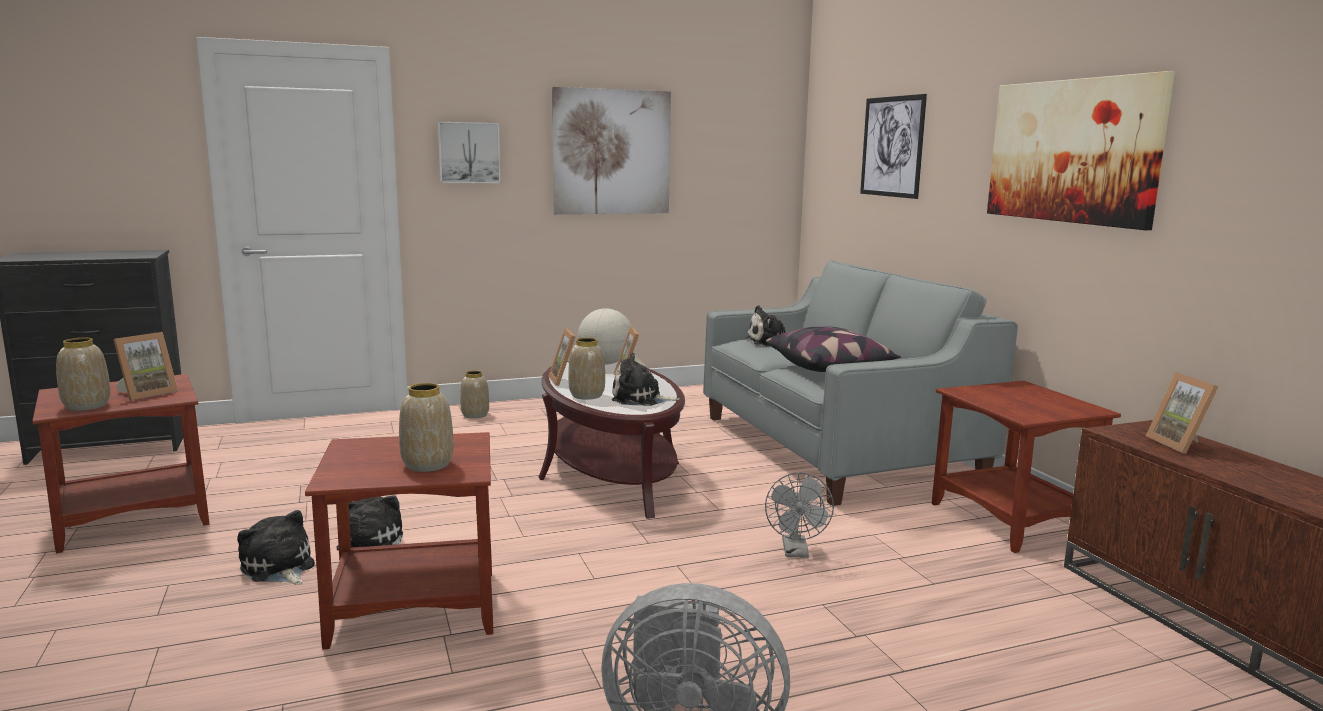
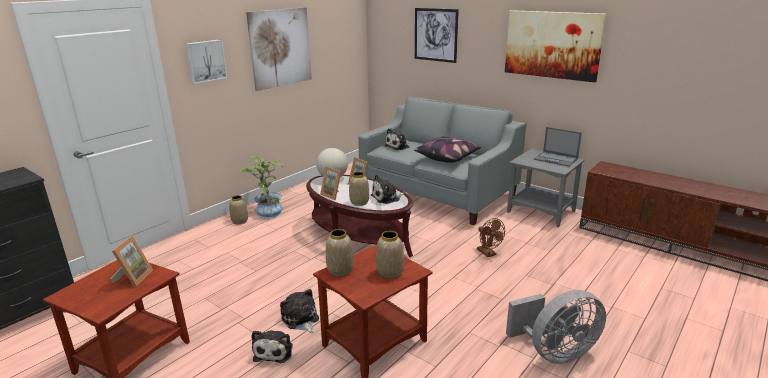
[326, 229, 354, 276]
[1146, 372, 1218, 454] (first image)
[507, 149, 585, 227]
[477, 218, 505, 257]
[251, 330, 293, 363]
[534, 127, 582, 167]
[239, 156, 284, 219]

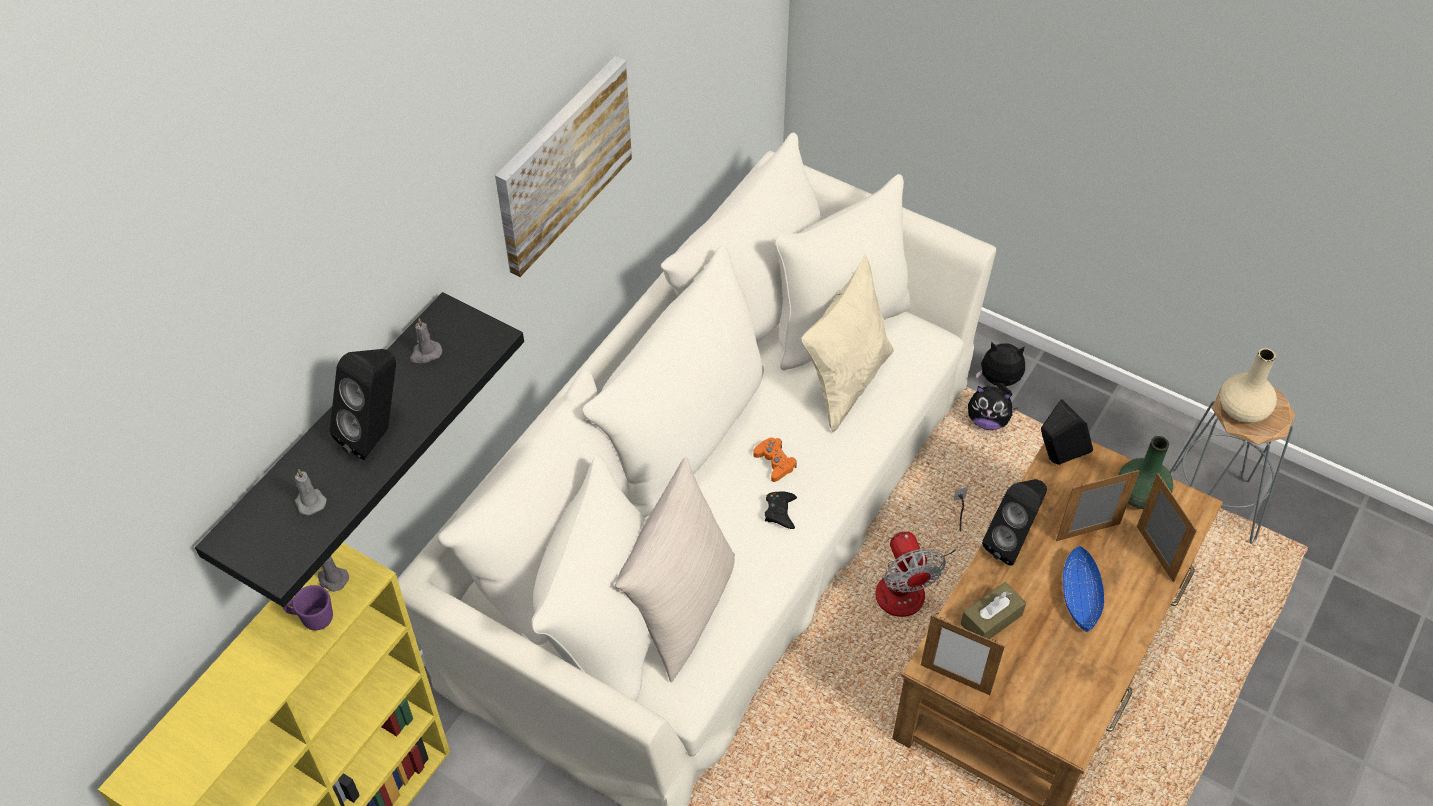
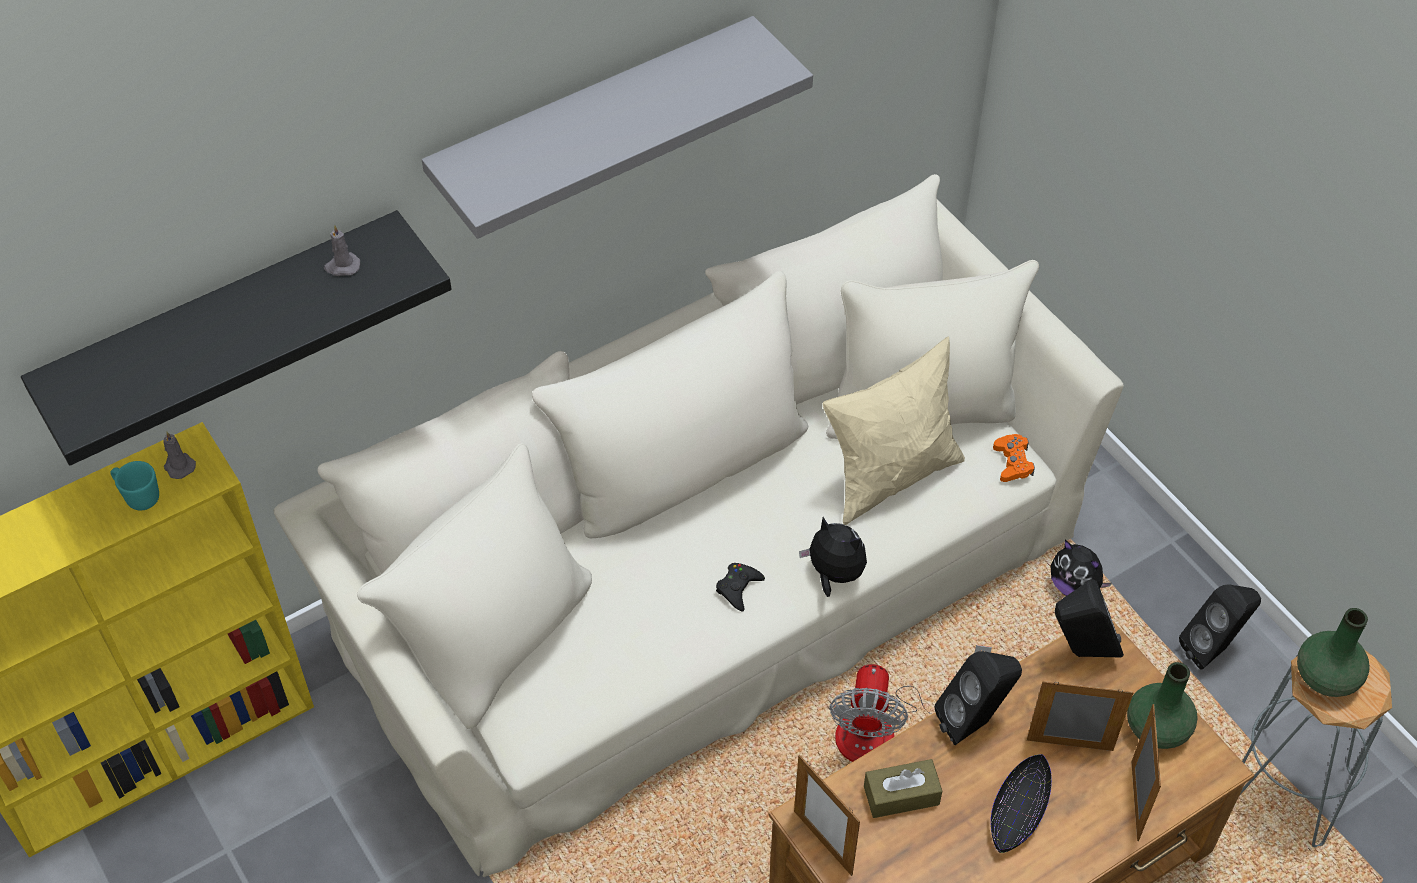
[422, 16, 813, 239]
[799, 517, 867, 597]
[1297, 608, 1370, 697]
[1179, 584, 1261, 670]
[993, 434, 1035, 482]
[615, 458, 735, 682] (first image)
[295, 469, 327, 515] (first image)
[991, 754, 1052, 853]
[110, 461, 159, 510]

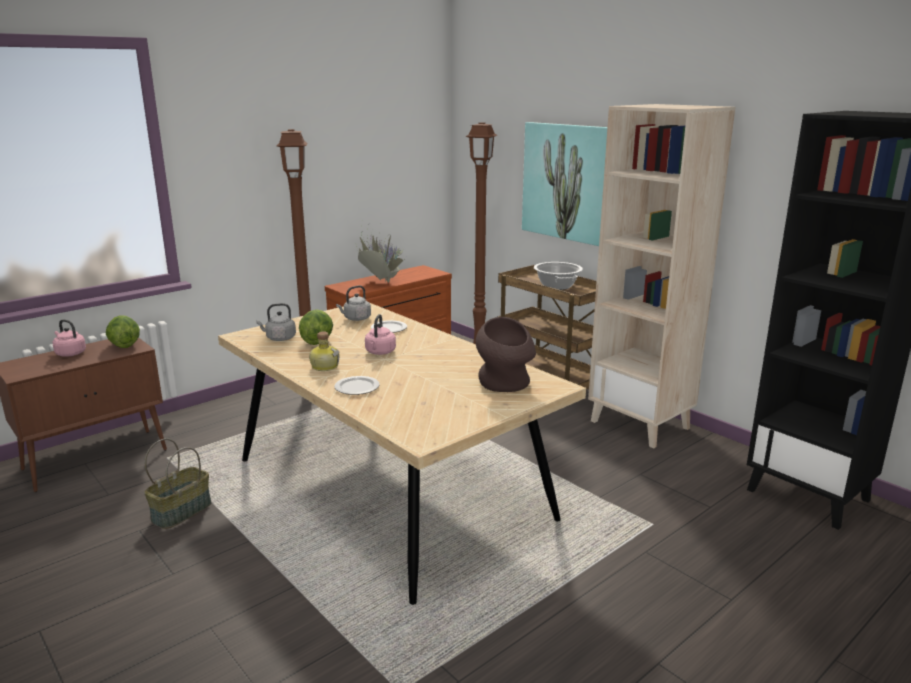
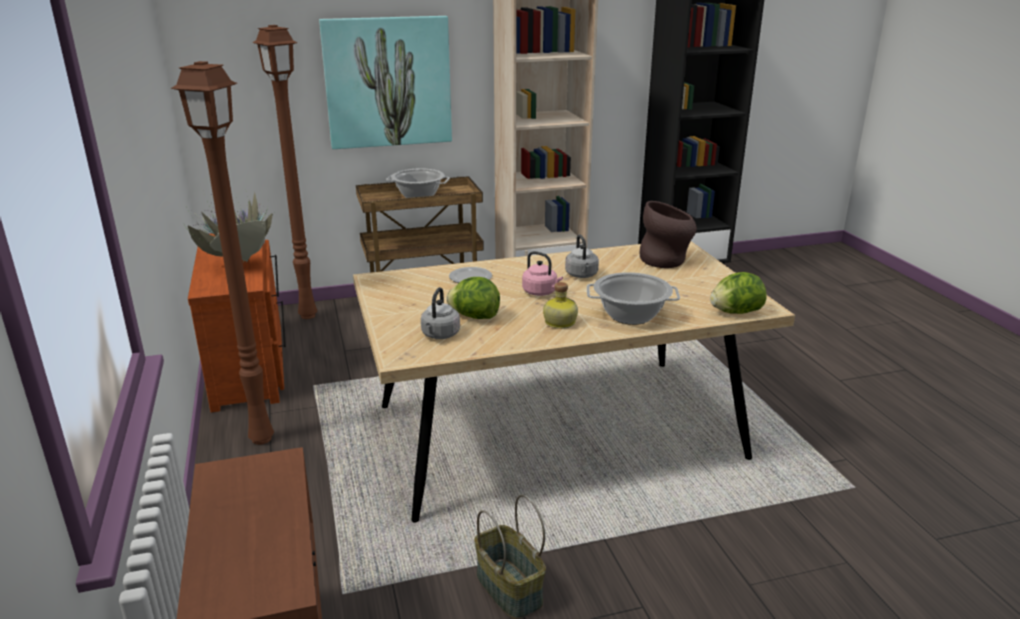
[565, 234, 599, 278]
[710, 272, 767, 314]
[52, 319, 86, 357] (first image)
[587, 272, 680, 325]

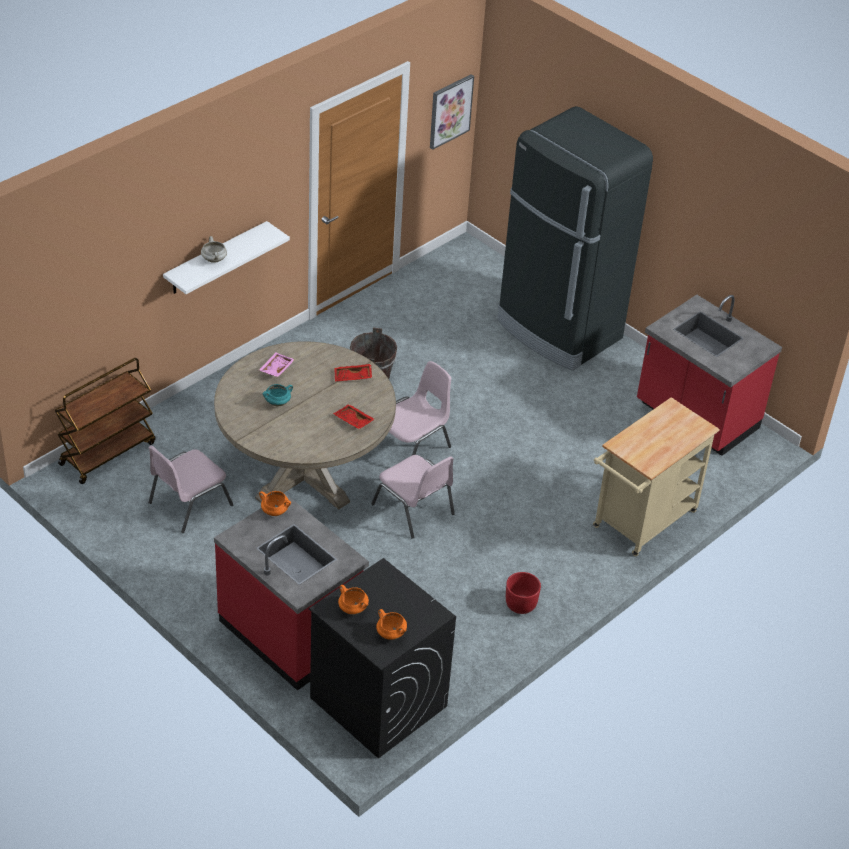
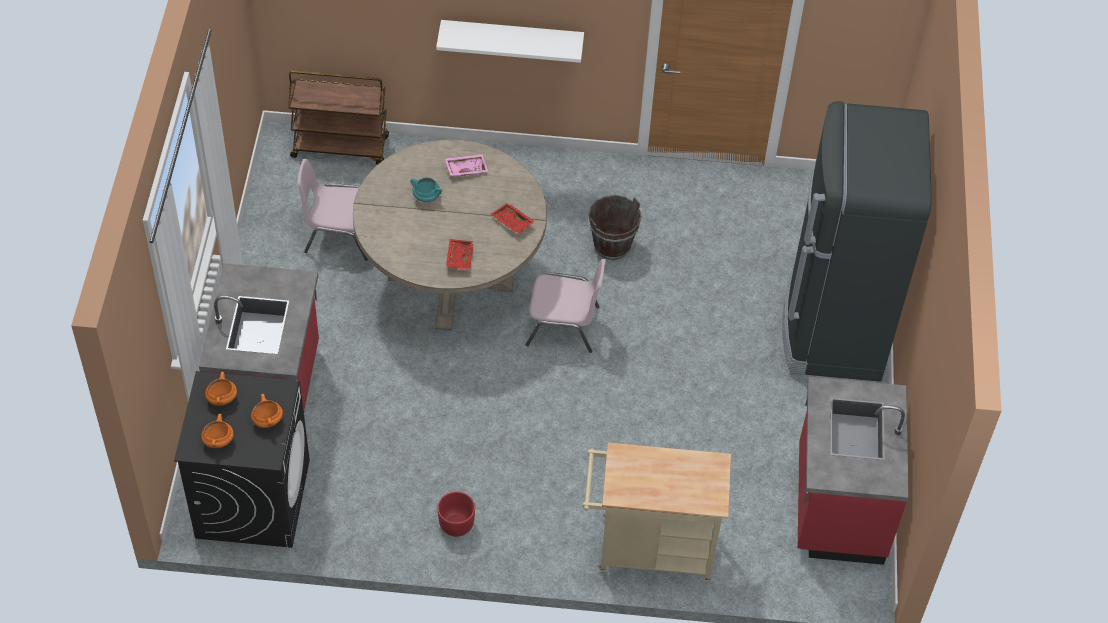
[430, 74, 474, 150] (first image)
[201, 236, 227, 263] (first image)
[371, 455, 455, 539] (first image)
[251, 394, 283, 428]

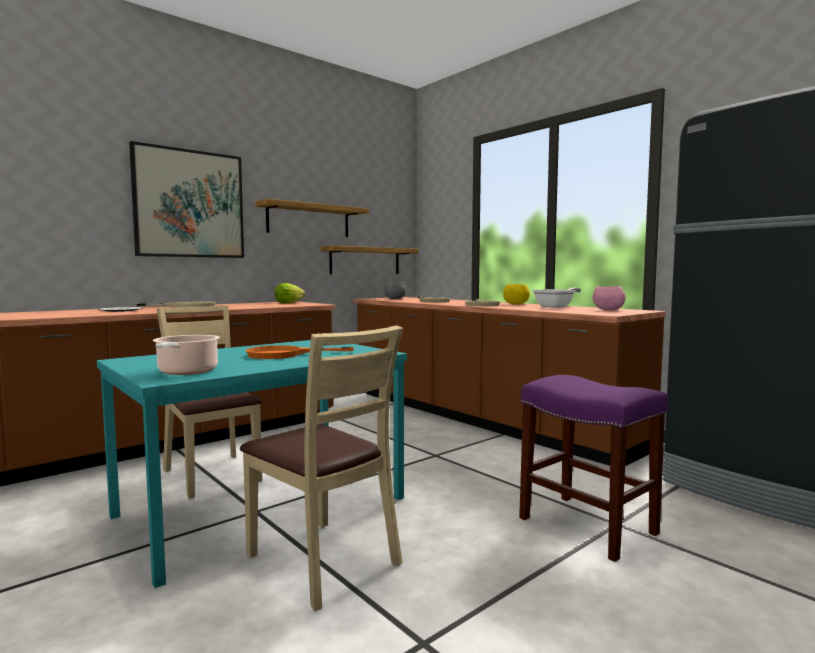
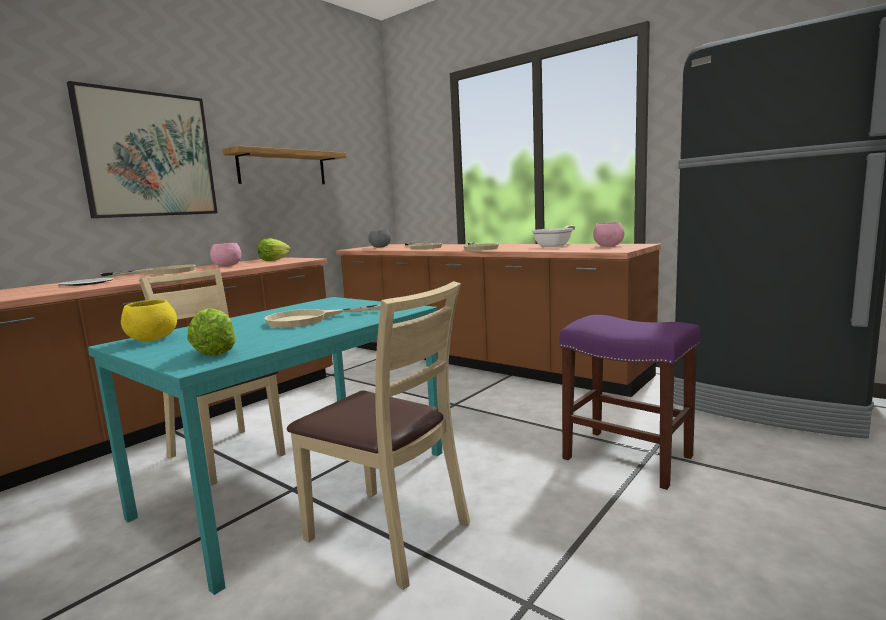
[321, 246, 419, 274] (first image)
[121, 299, 177, 341]
[187, 308, 236, 356]
[264, 305, 381, 328]
[210, 243, 242, 266]

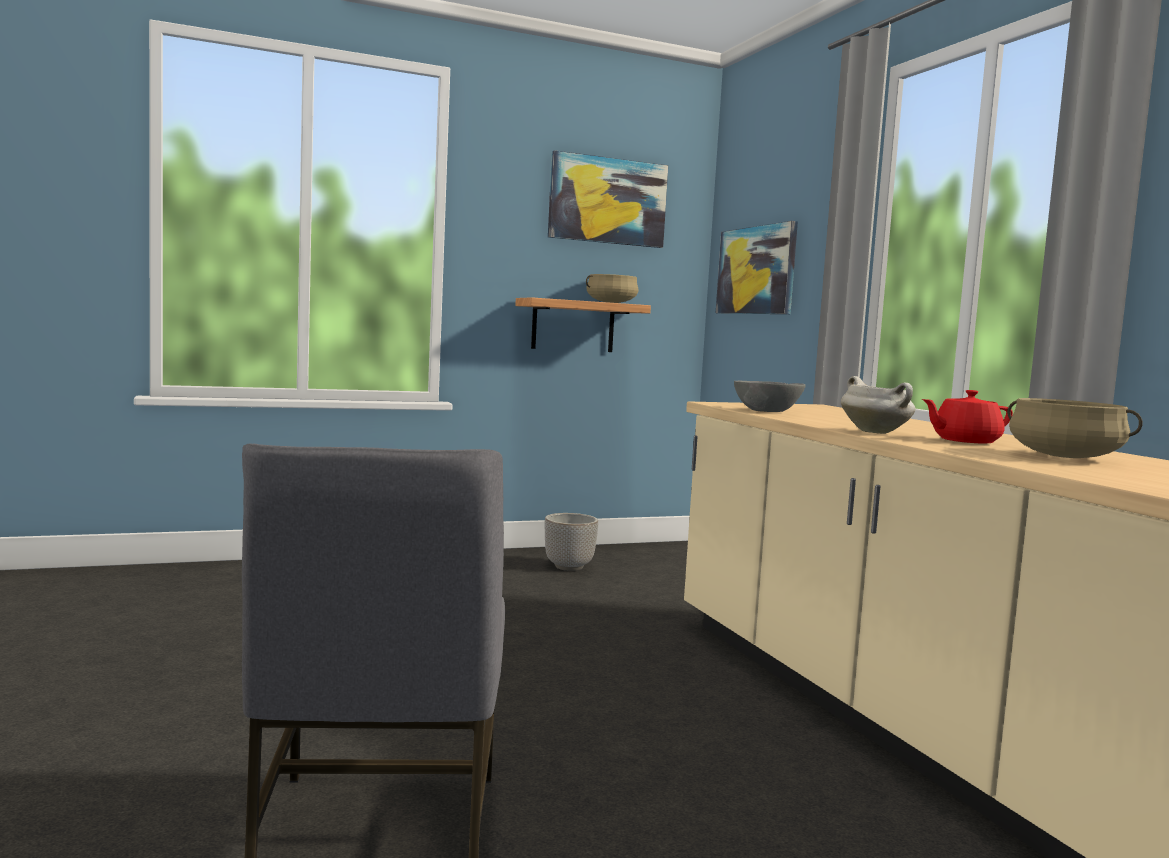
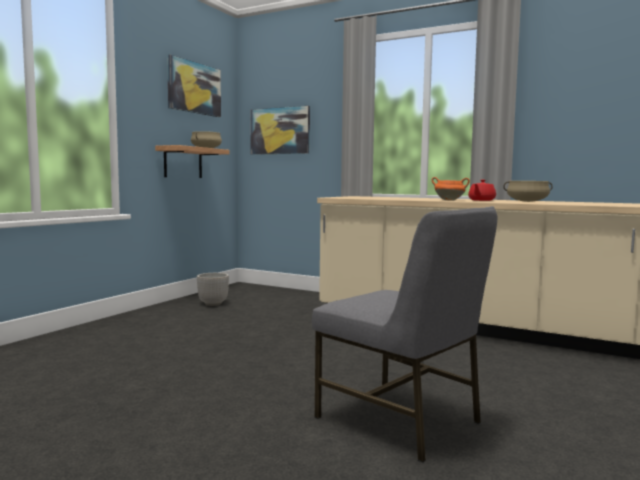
[432, 177, 470, 201]
[734, 381, 806, 412] (first image)

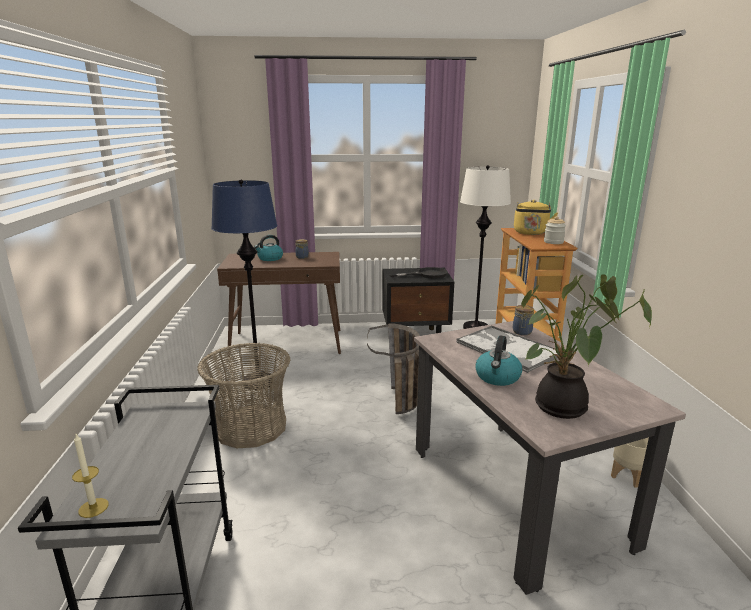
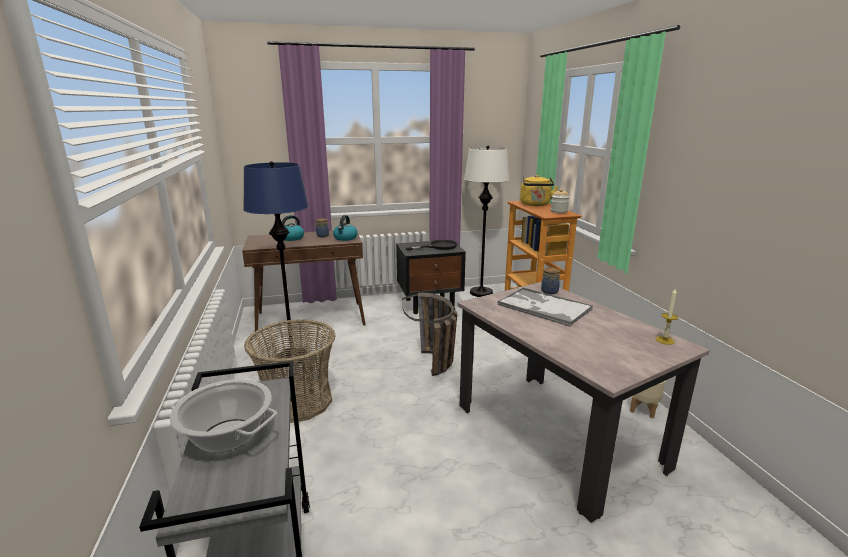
[521, 274, 652, 419] (first image)
[333, 215, 358, 241]
[656, 289, 678, 345]
[170, 379, 277, 452]

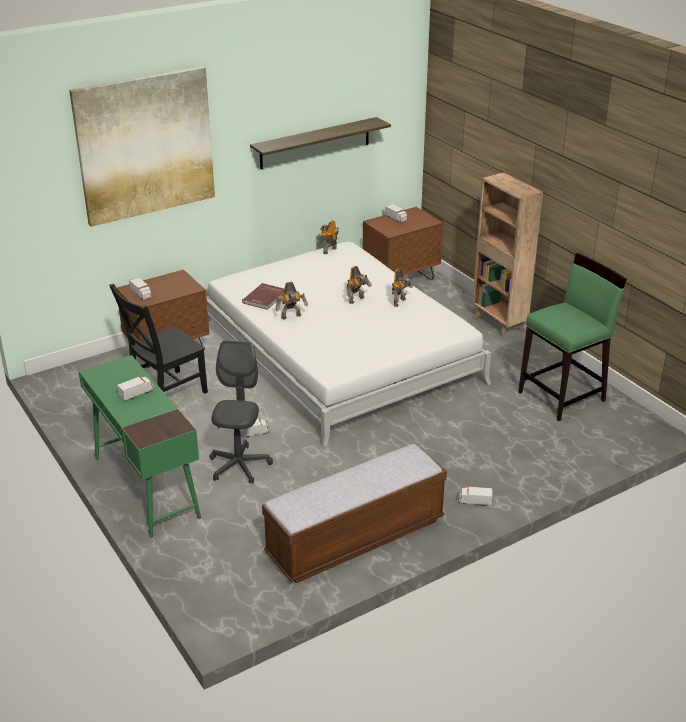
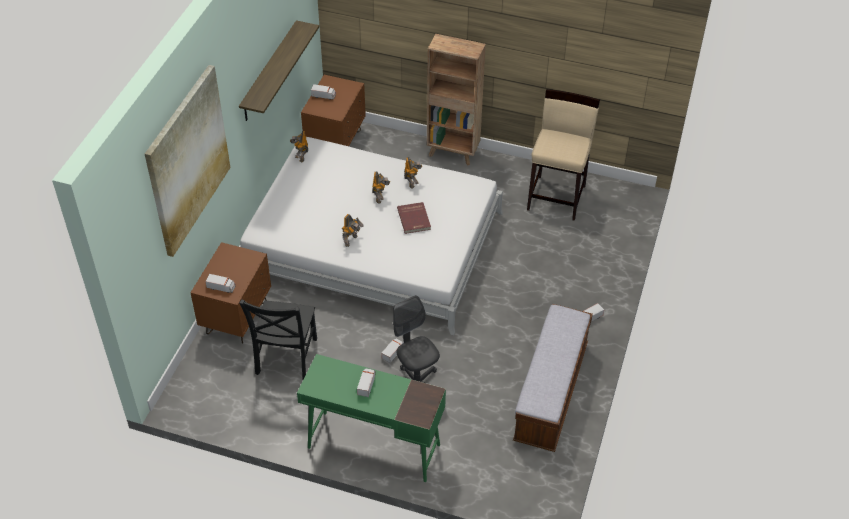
[527, 89, 600, 221]
[397, 202, 431, 234]

